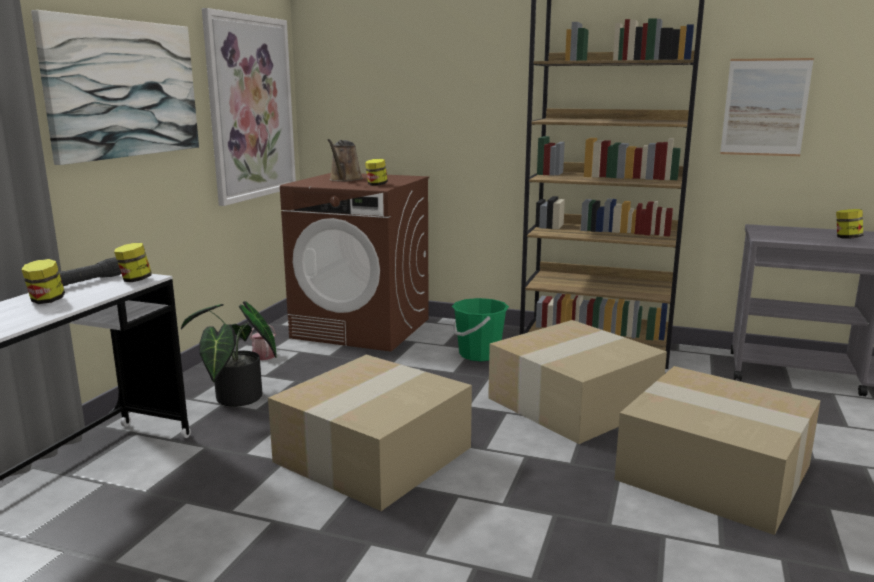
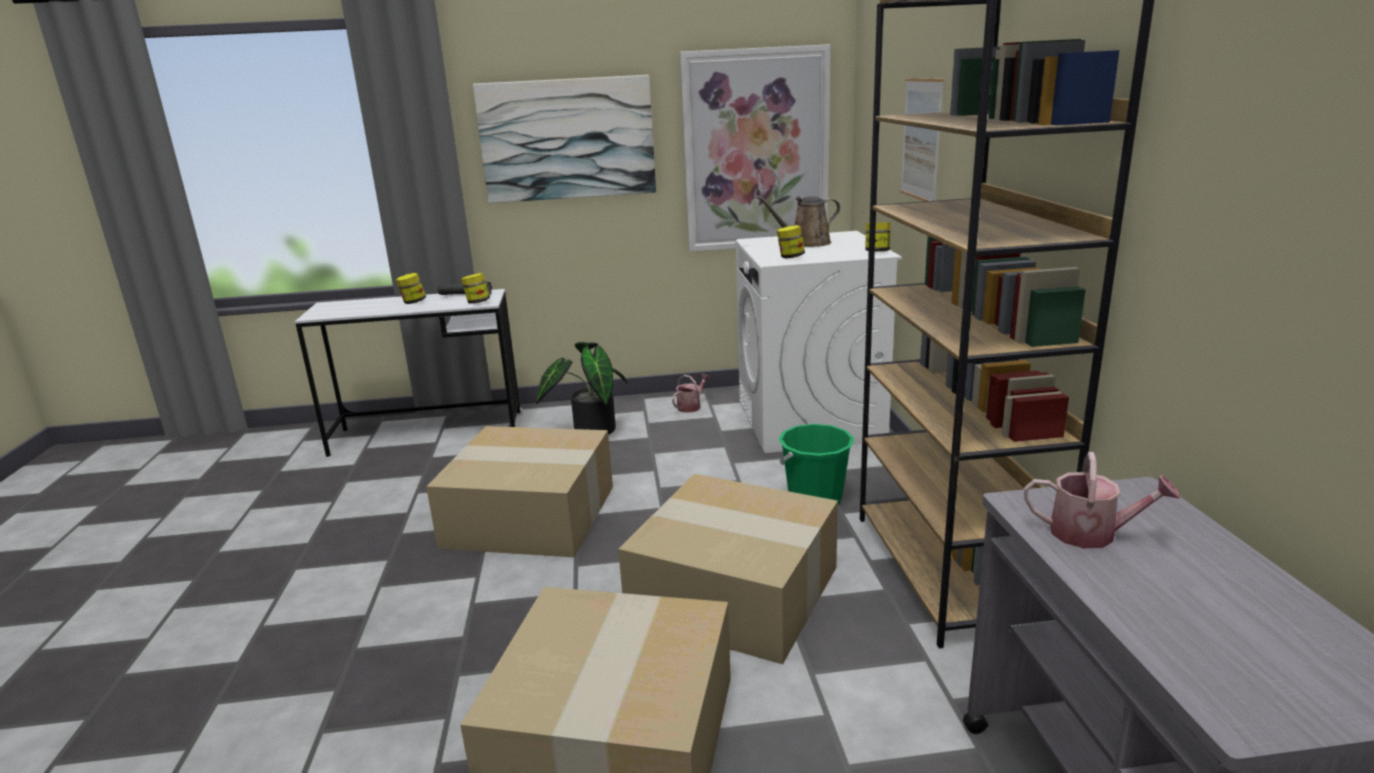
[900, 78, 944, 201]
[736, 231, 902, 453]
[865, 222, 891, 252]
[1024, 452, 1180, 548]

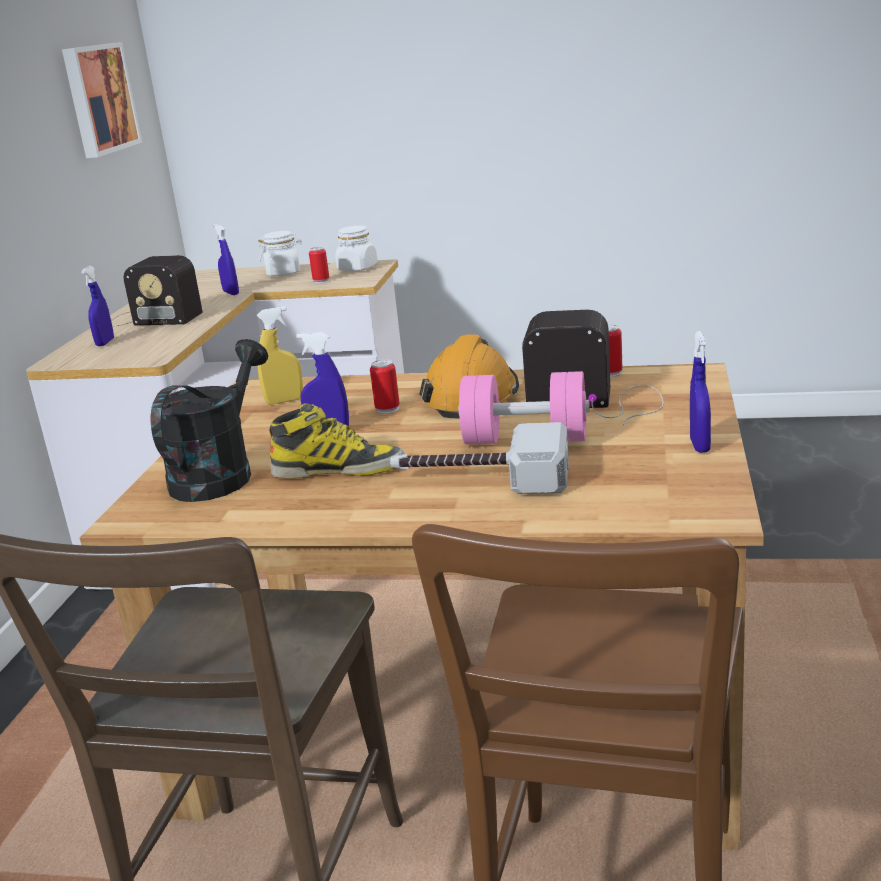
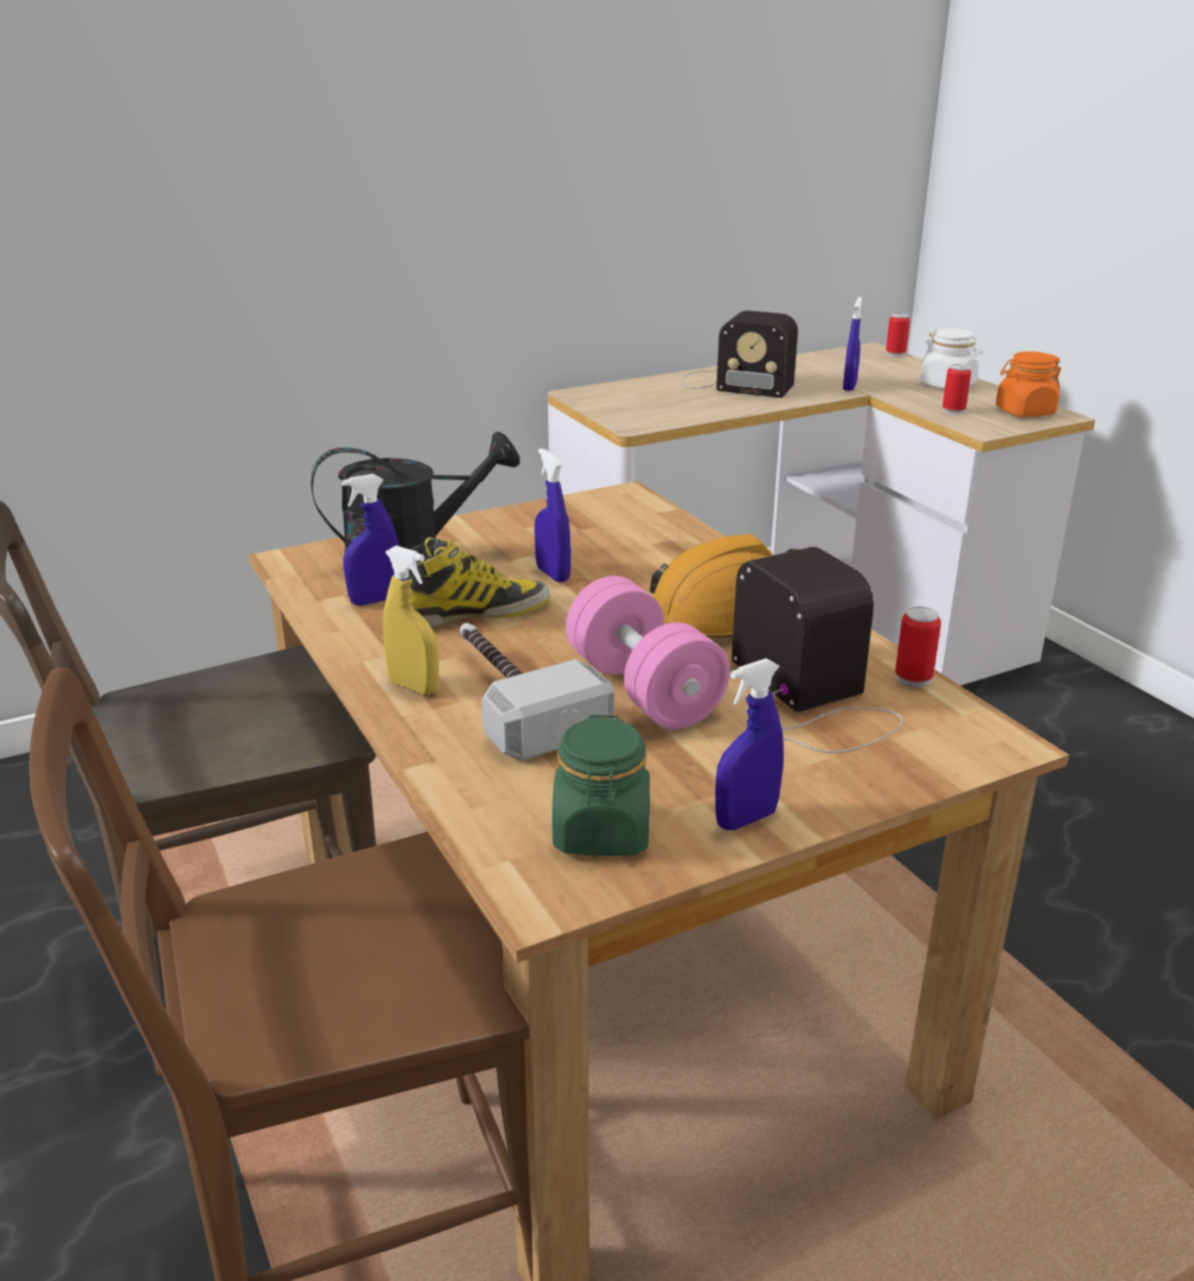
[62, 42, 142, 158] (first image)
[996, 351, 1061, 417]
[681, 311, 798, 398]
[342, 474, 399, 606]
[383, 545, 439, 694]
[886, 313, 910, 357]
[408, 537, 550, 627]
[552, 715, 650, 856]

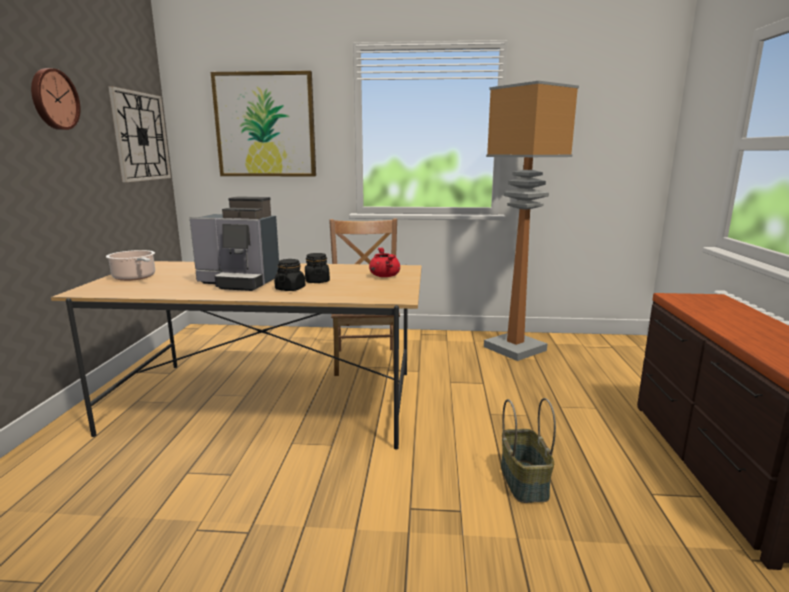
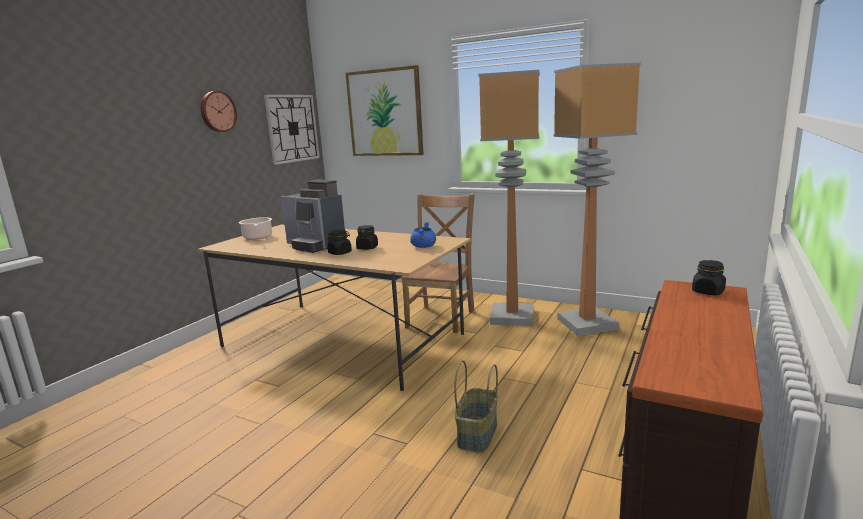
[410, 222, 436, 248]
[479, 70, 539, 326]
[692, 260, 726, 295]

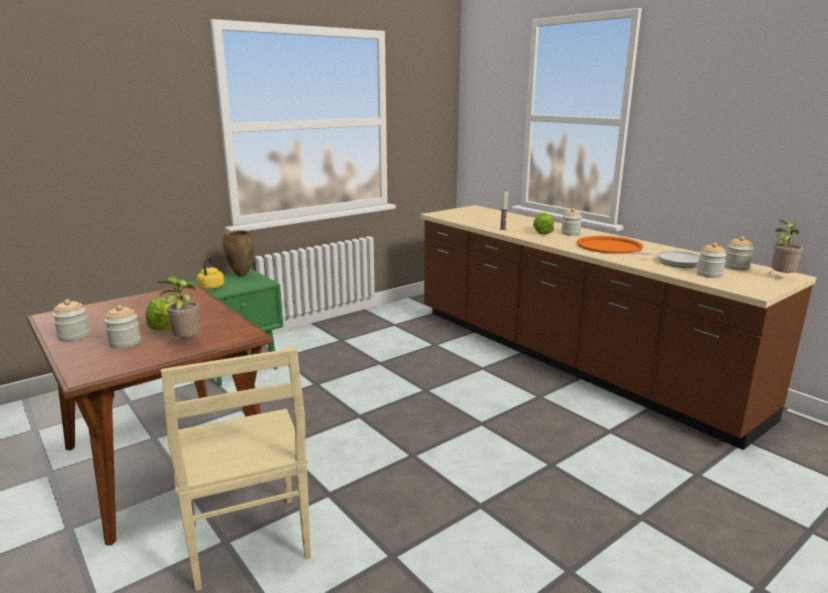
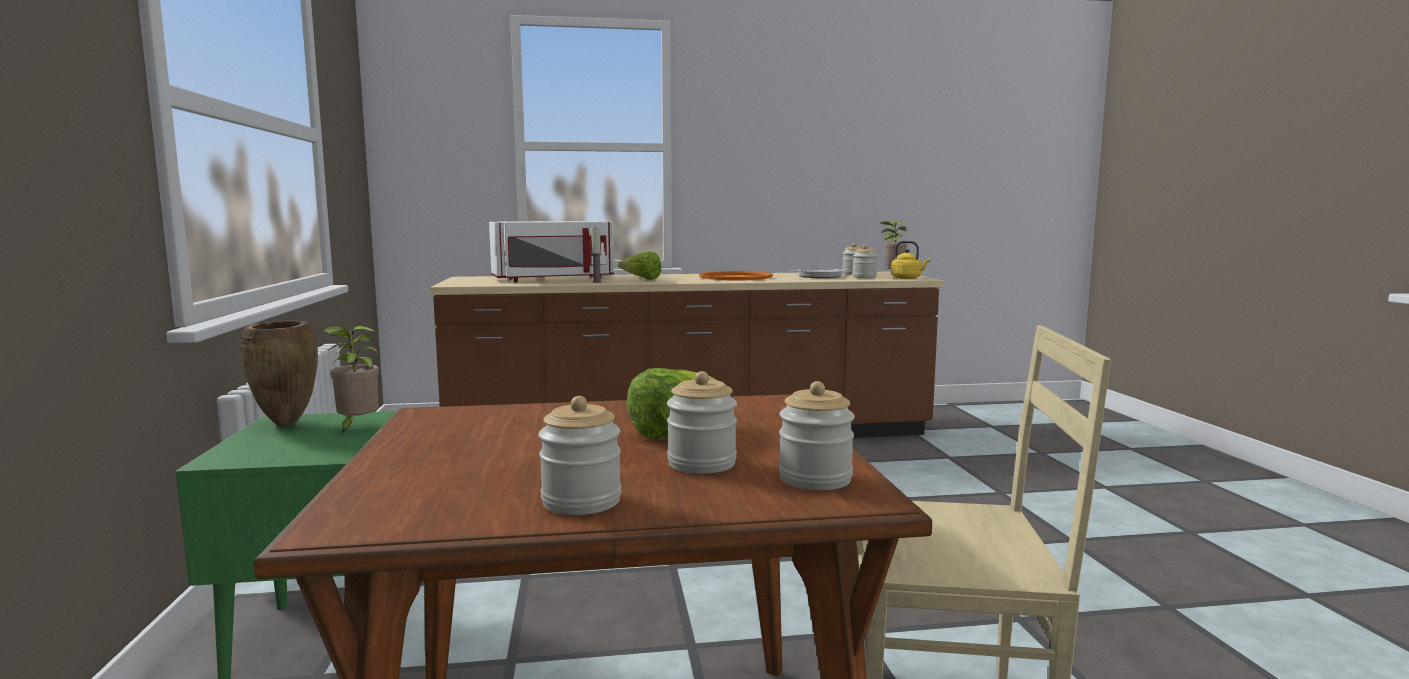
[779, 381, 855, 490]
[891, 241, 930, 279]
[322, 326, 379, 434]
[489, 221, 614, 282]

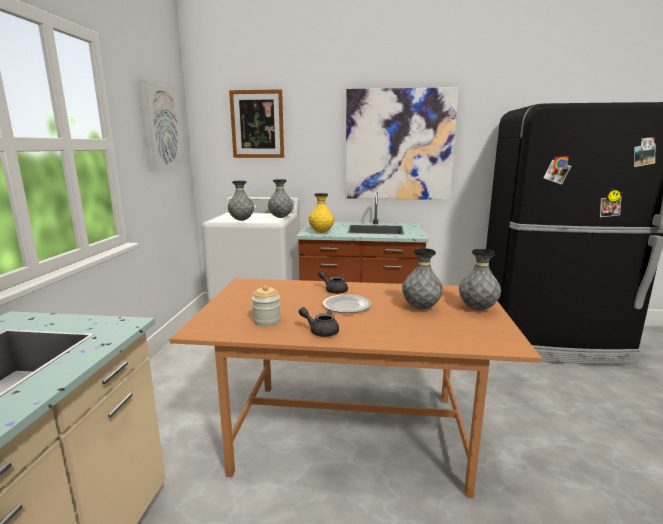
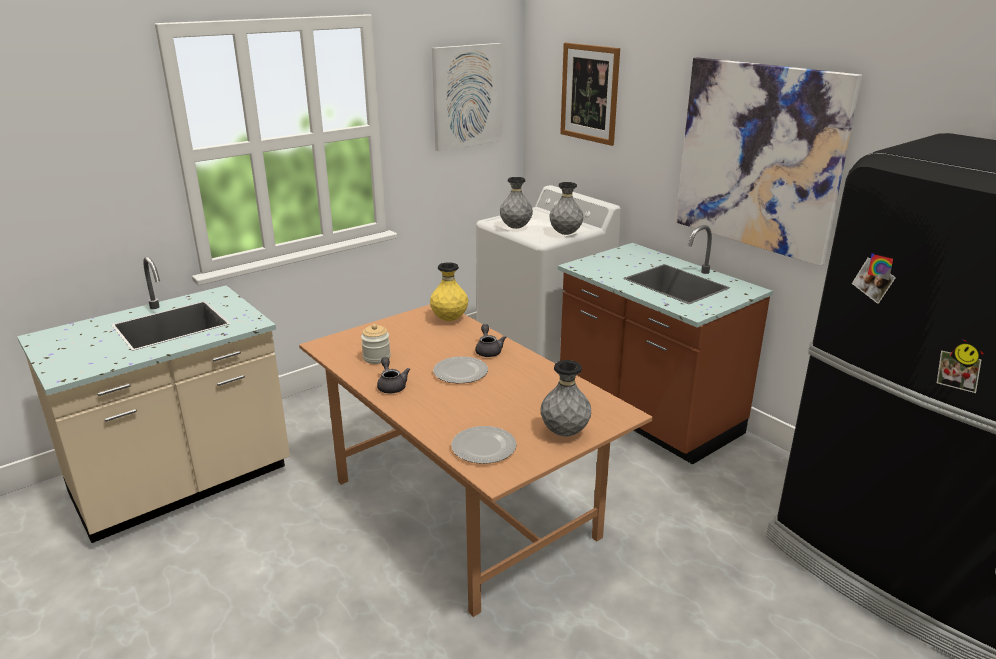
[430, 262, 468, 321]
[402, 248, 443, 309] (first image)
[451, 426, 517, 464]

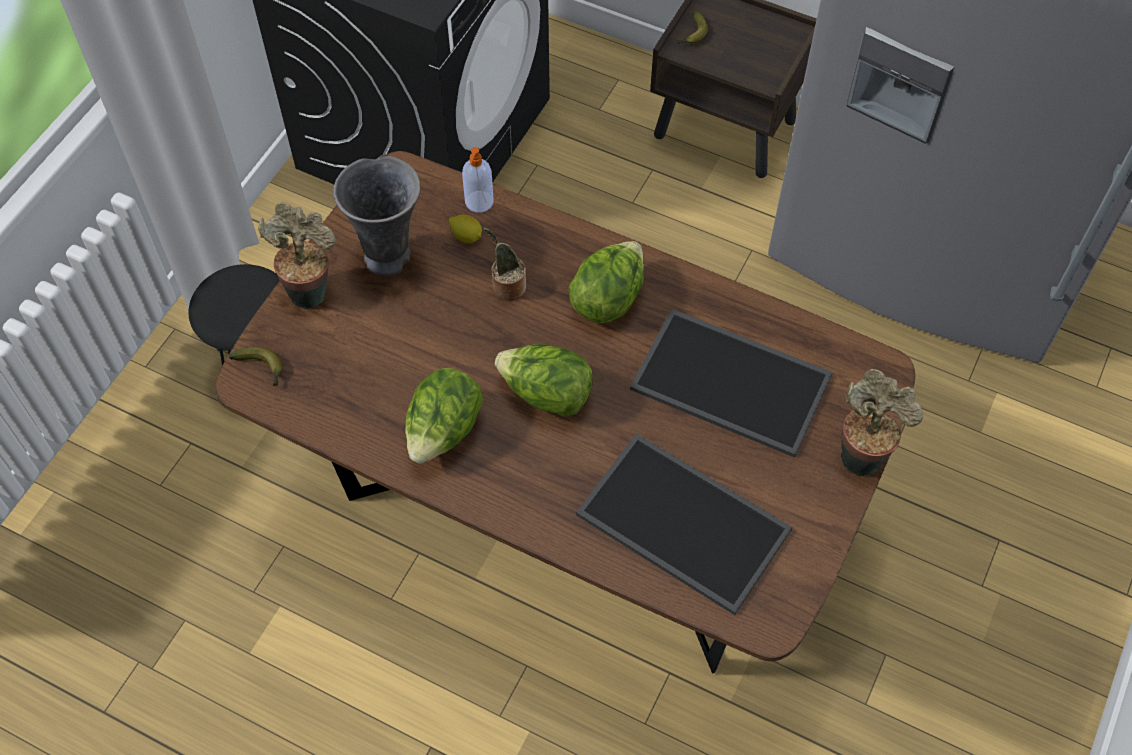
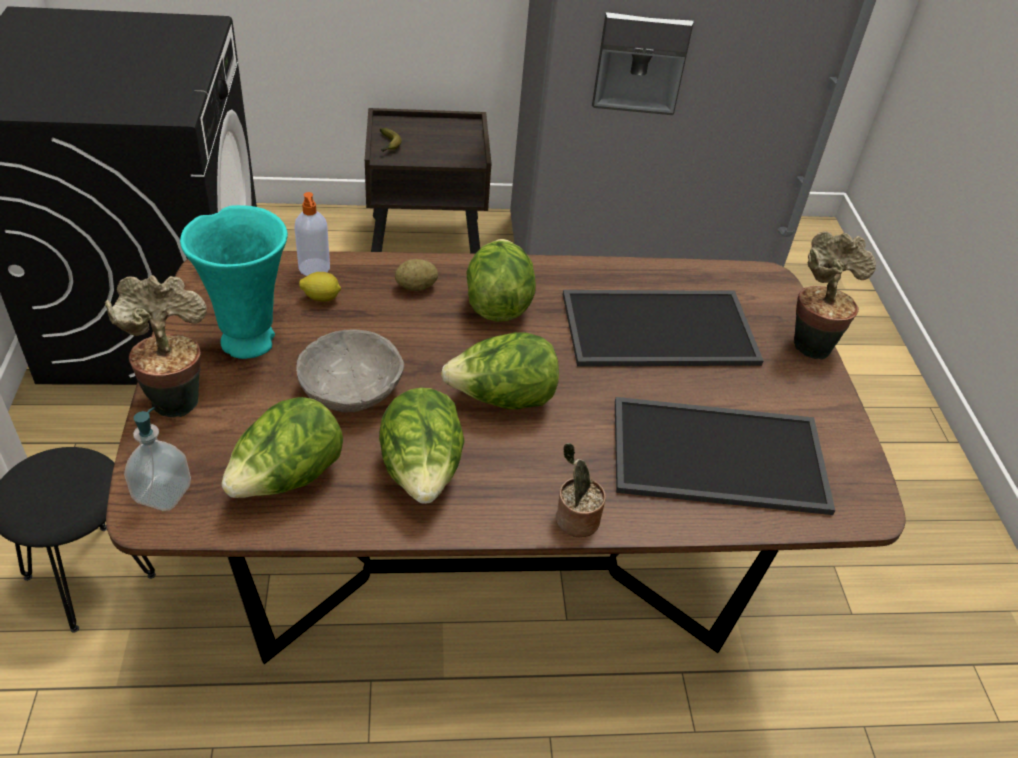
[180, 205, 288, 359]
[556, 443, 606, 537]
[124, 407, 191, 511]
[395, 259, 438, 291]
[296, 330, 404, 413]
[221, 397, 343, 498]

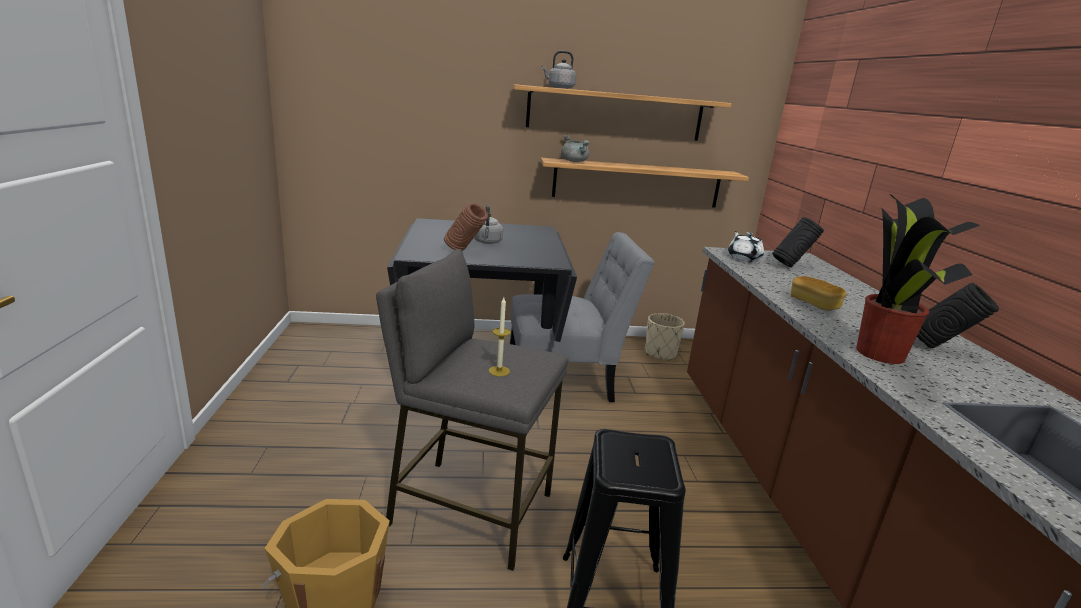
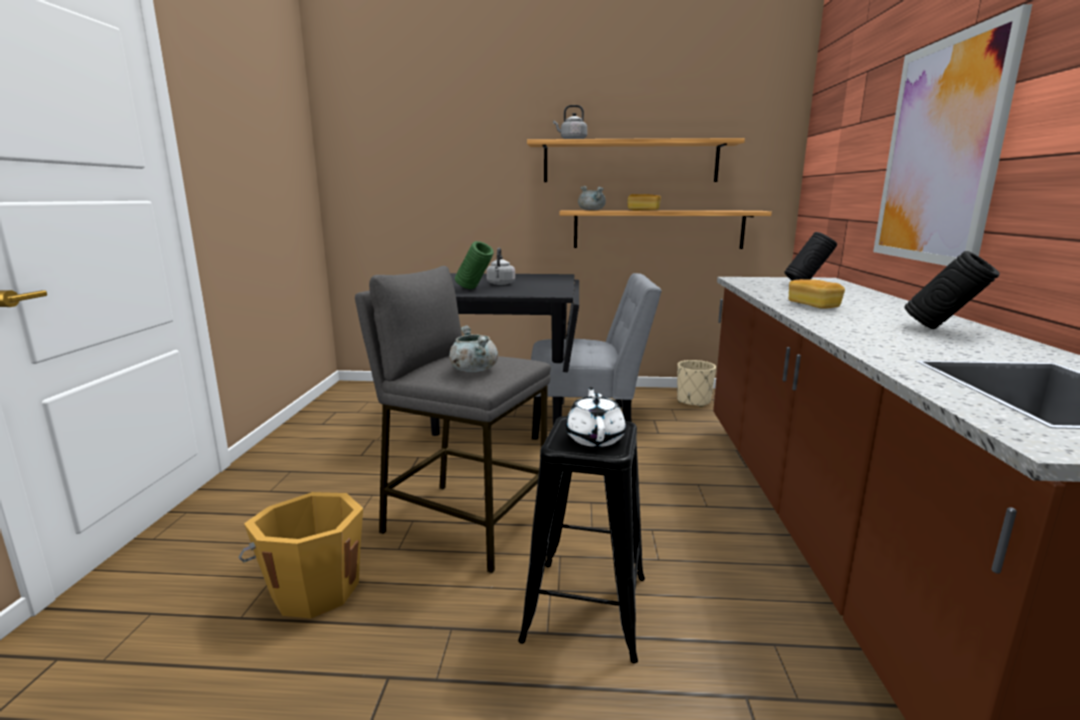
[856, 194, 980, 364] (first image)
[455, 241, 494, 289]
[565, 387, 626, 447]
[449, 326, 498, 372]
[873, 4, 1032, 266]
[628, 194, 661, 211]

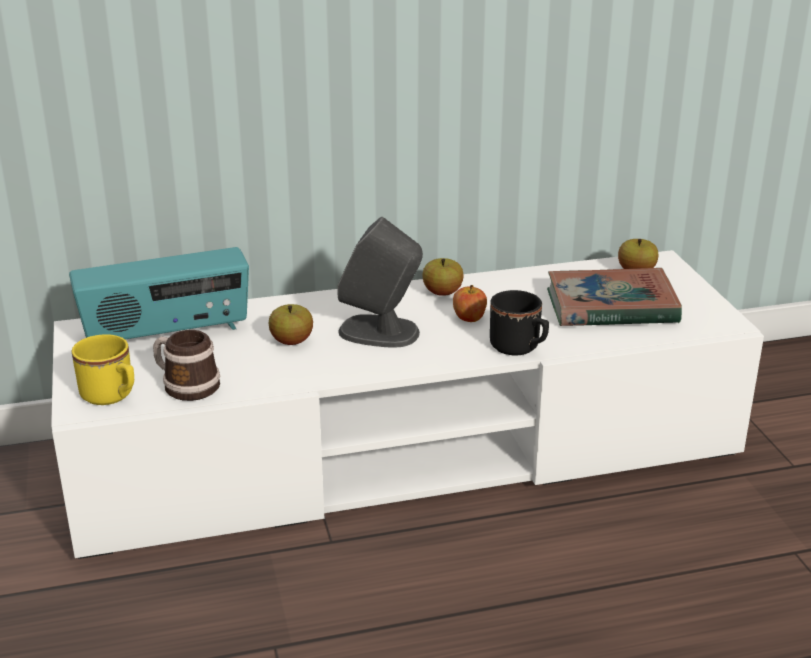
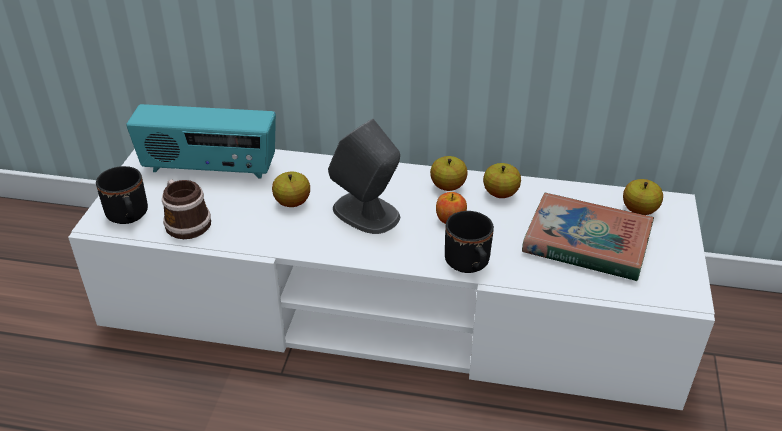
[96, 166, 148, 224]
[483, 163, 521, 198]

